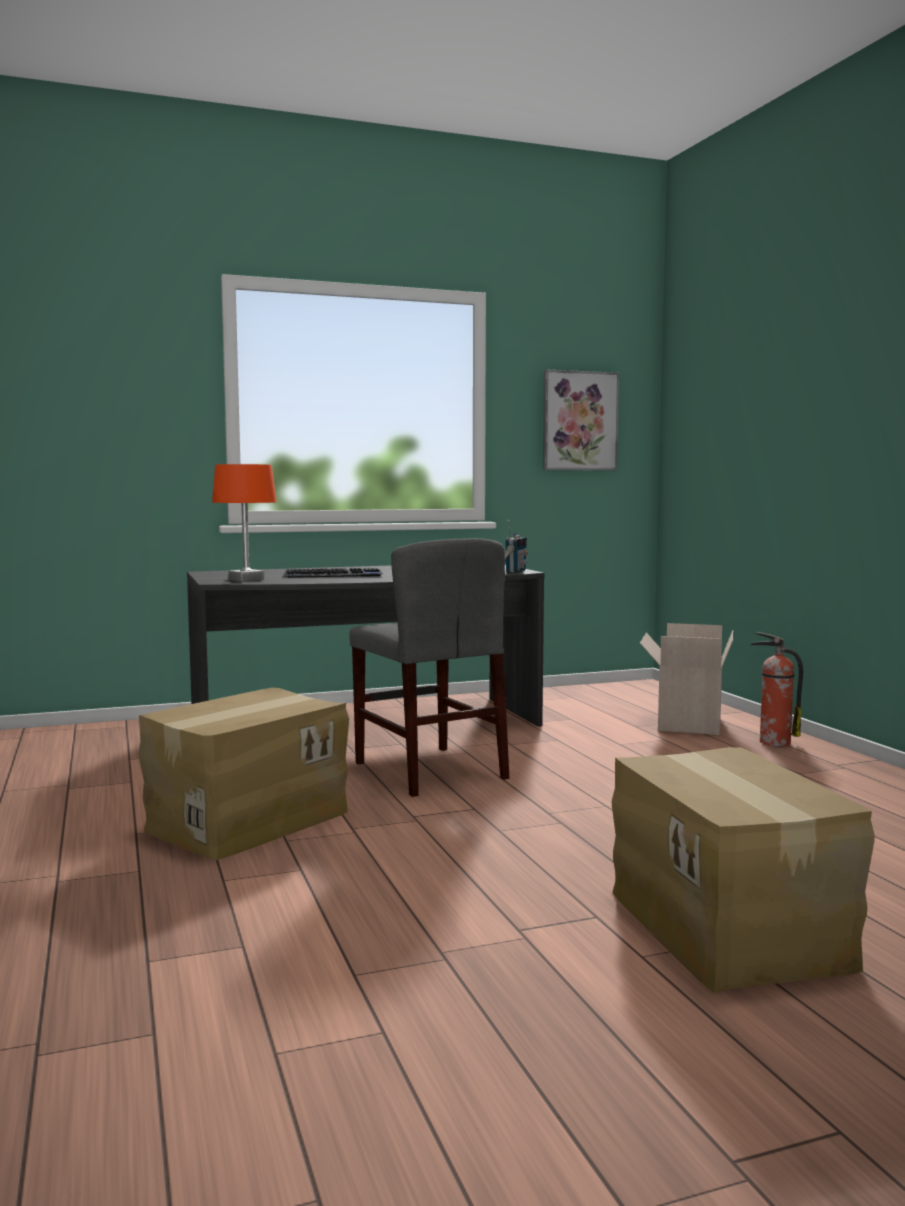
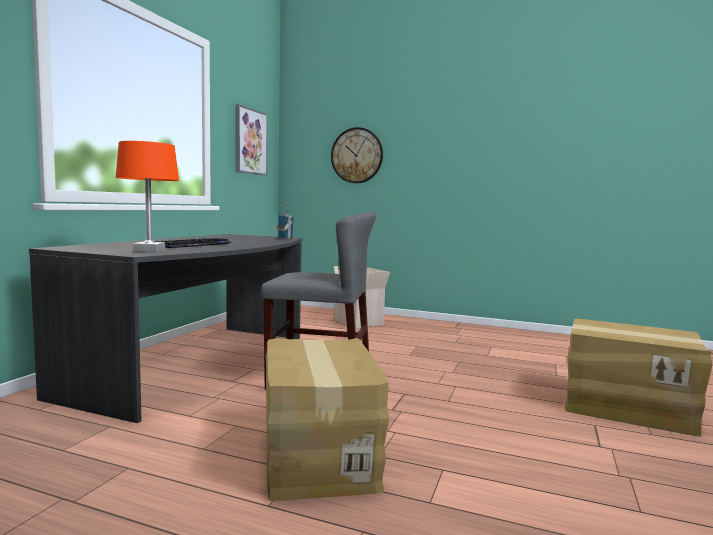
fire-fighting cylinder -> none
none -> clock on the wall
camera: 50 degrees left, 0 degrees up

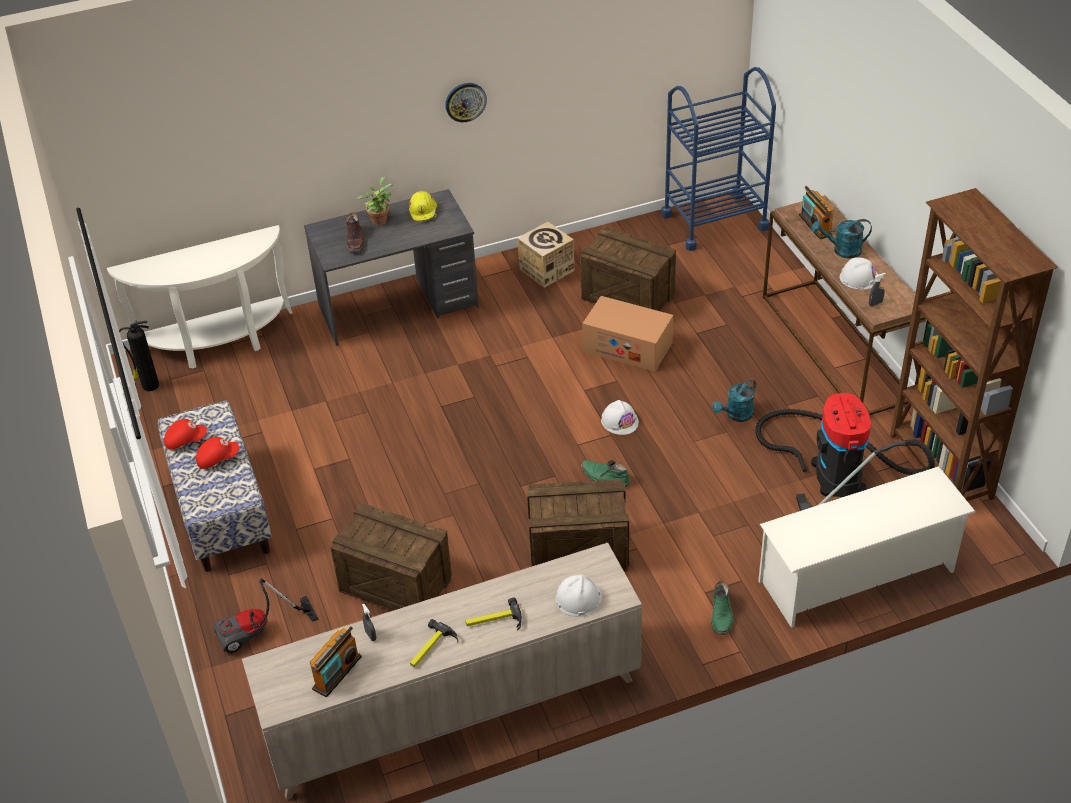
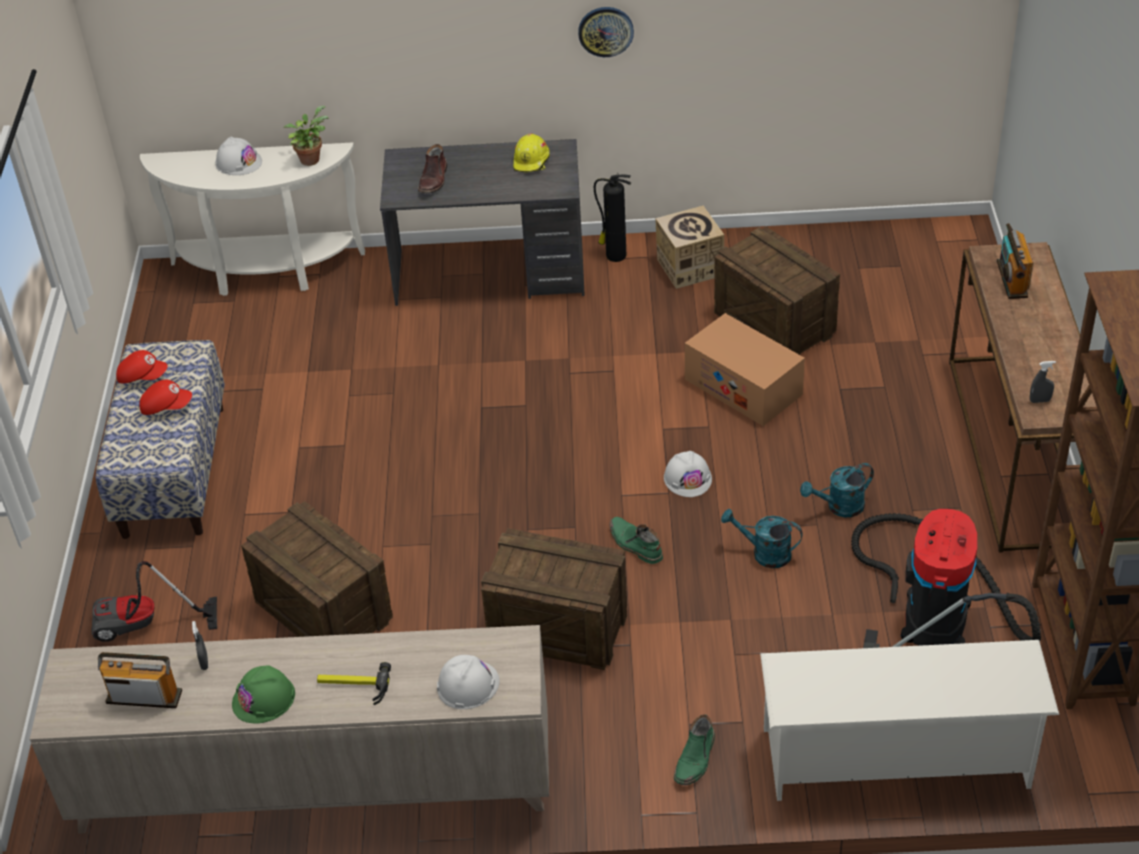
wheeled cart (bluish) -> none
fire-fighting cylinder, move
potted plant, move
watering pot (turquoise-coloured) (2nd from left in the first image) -> watering pot (turquoise-coloured) (1st from left), move
safety helmet (whitish) (3rd from left in the first image) -> safety helmet (whitish) (1st from left), move
hammer (1st from left) -> safety helmet (green-coloured)
radio (1st from left), 135 degrees counterclockwise
camera: 20 degrees right, 0 degrees up

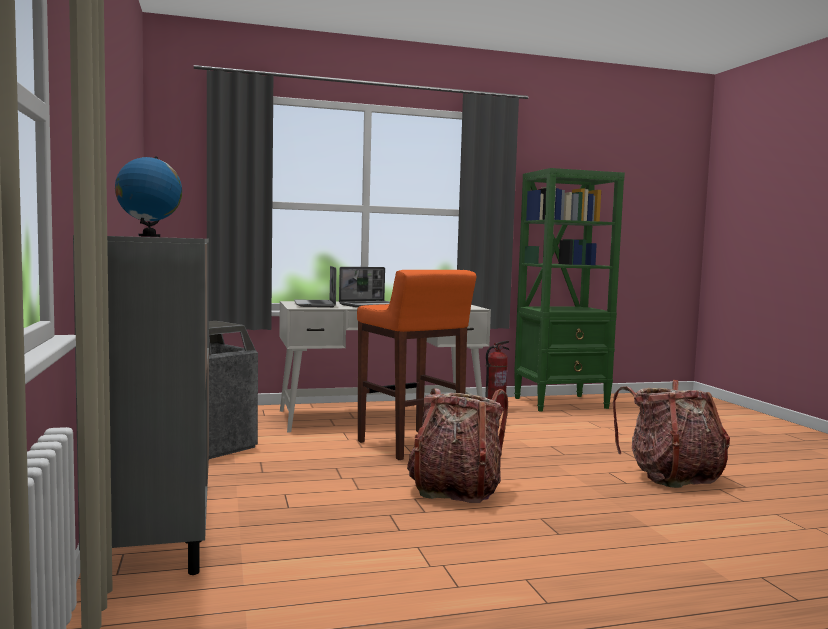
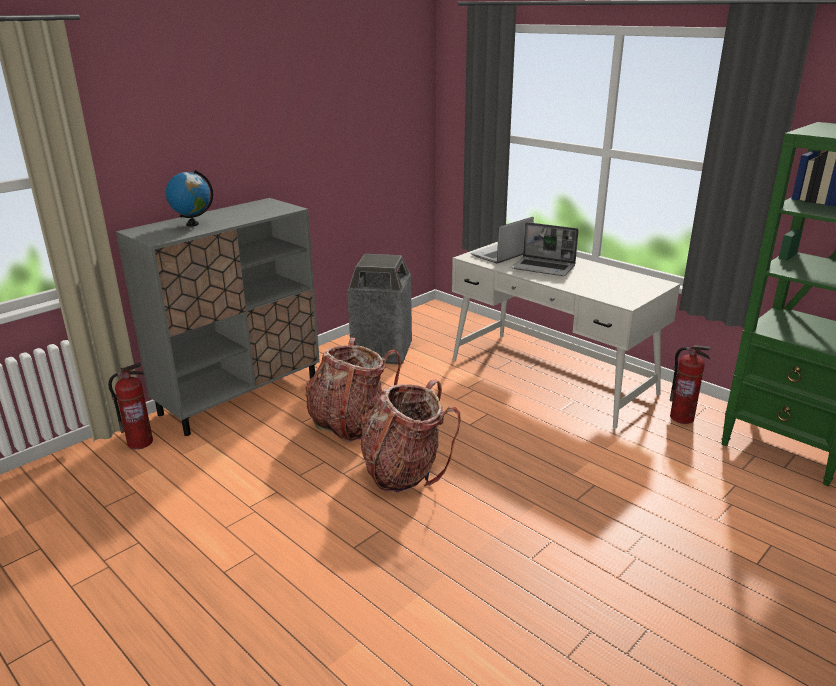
stool (orange) -> none
none -> fire-fighting cylinder (1st from left)
backpack (2nd from left in the first image) -> backpack (1st from left), move
camera: 60 degrees right, 20 degrees up

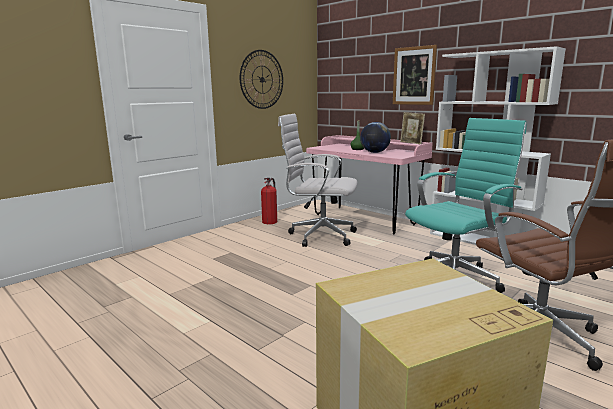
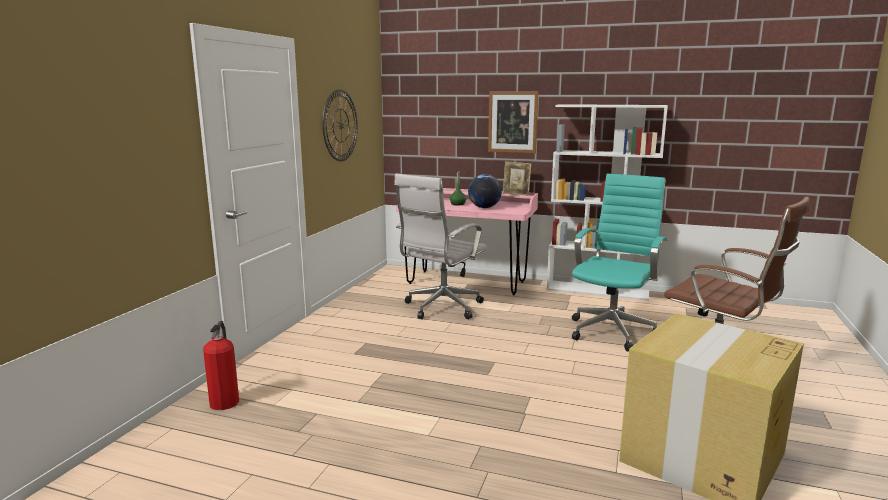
fire-fighting cylinder, move
desk chair (whitish), 45 degrees counterclockwise
camera: 25 degrees left, 0 degrees up

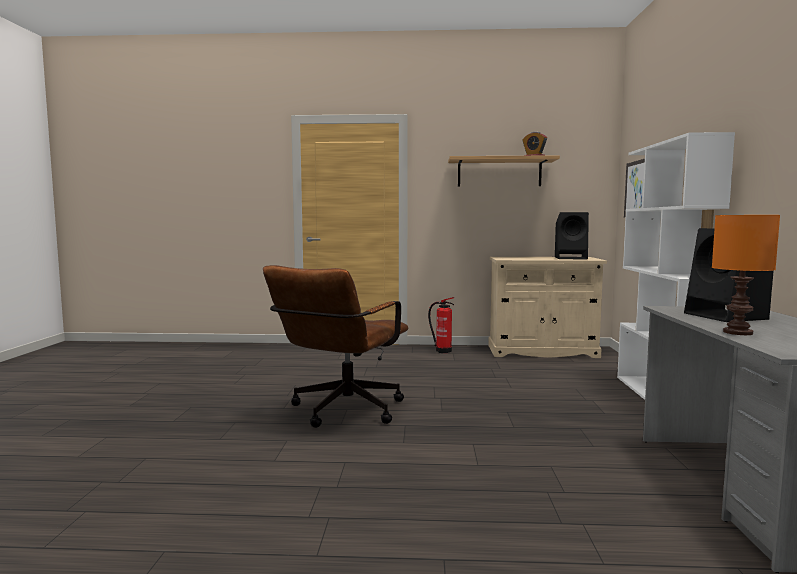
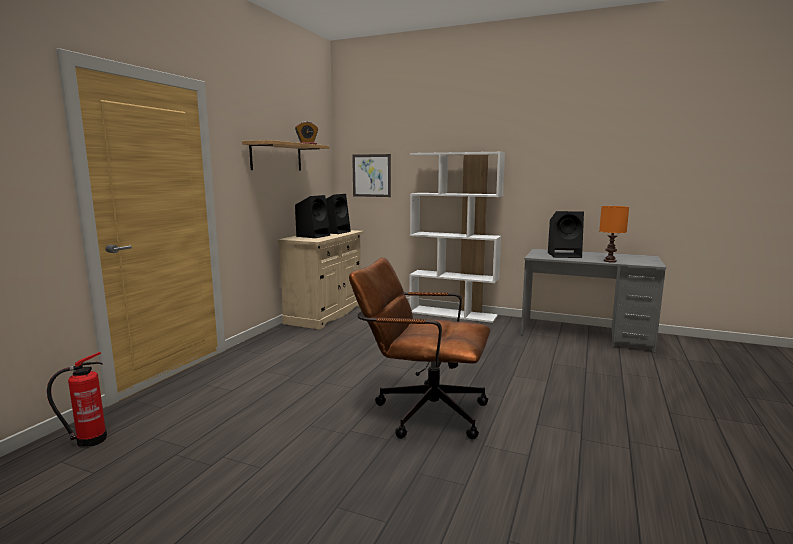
none -> speaker (black) (1st from left)
fire-fighting cylinder, move
desk chair (brown-coloured), 150 degrees clockwise
camera: 70 degrees left, 5 degrees up

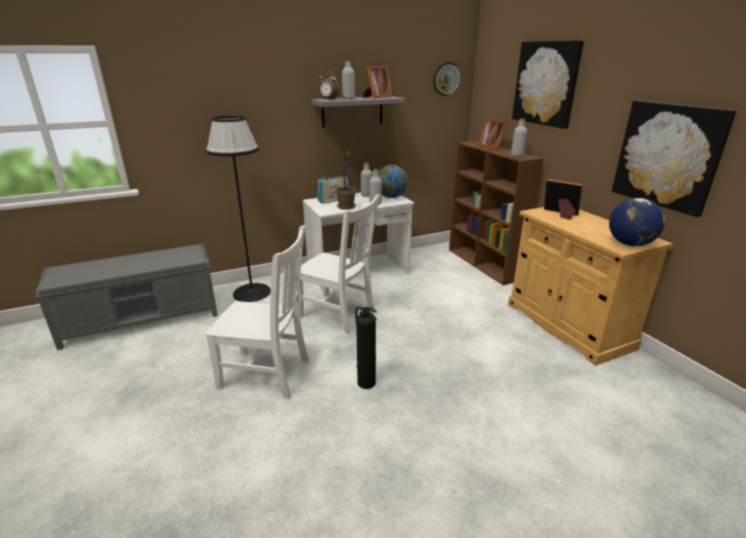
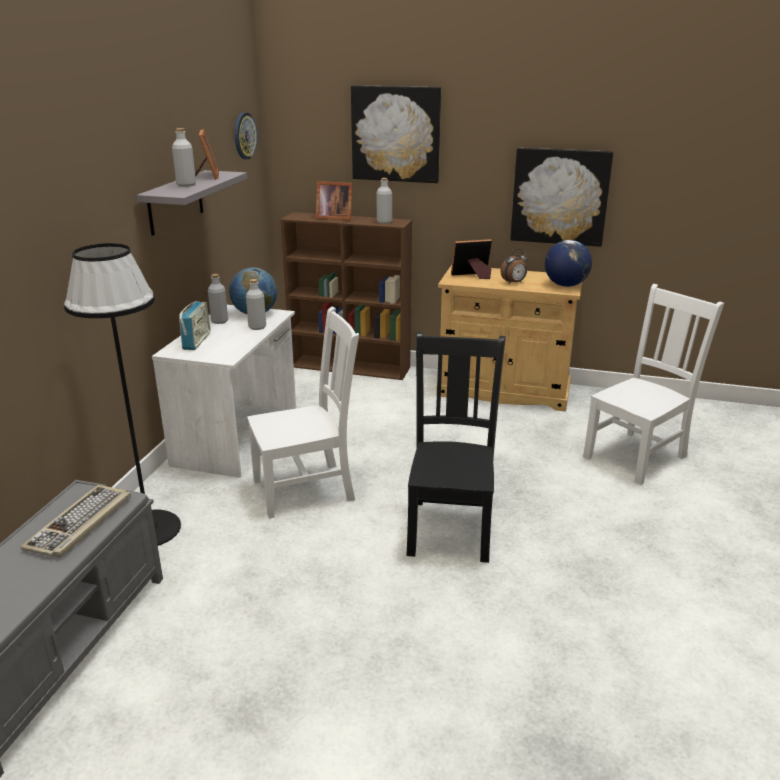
potted plant -> none
none -> keyboard
upright chair (whitish) (1st from left in the first image) -> upright chair (whitish) (2nd from left), move
table clock, move
fire-fighting cylinder -> upright chair (black)
camera: 50 degrees left, 0 degrees up

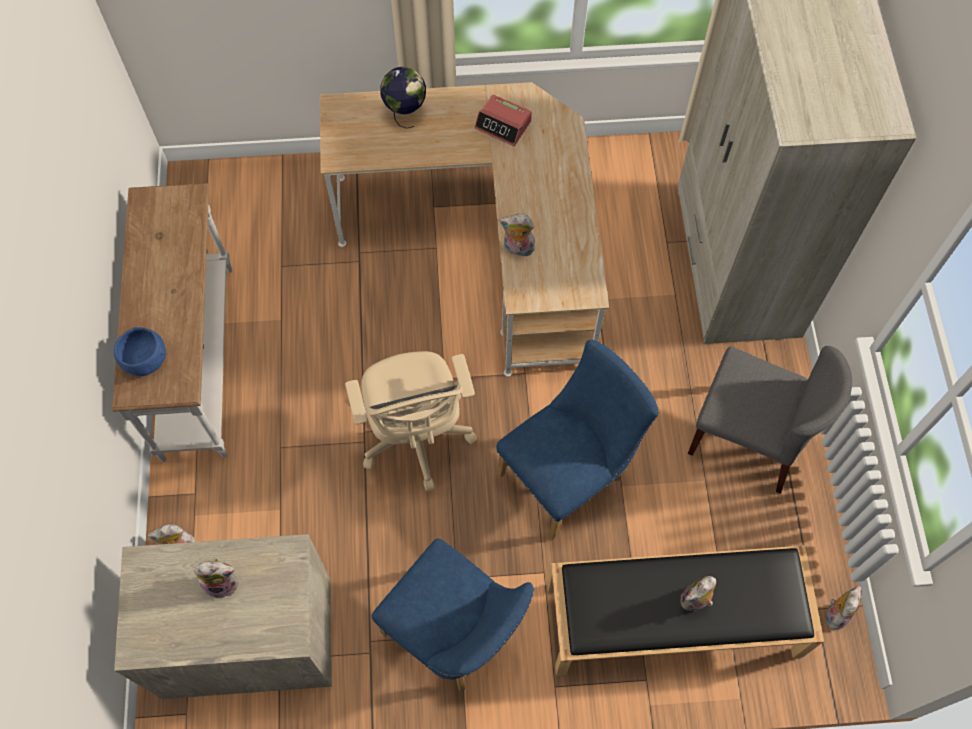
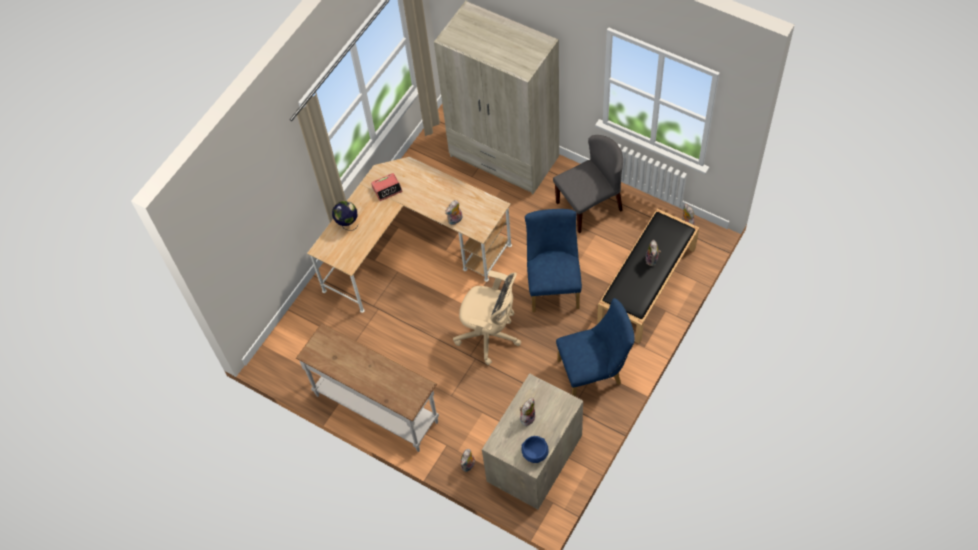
bowl (bluish), move
camera: 50 degrees left, 5 degrees down

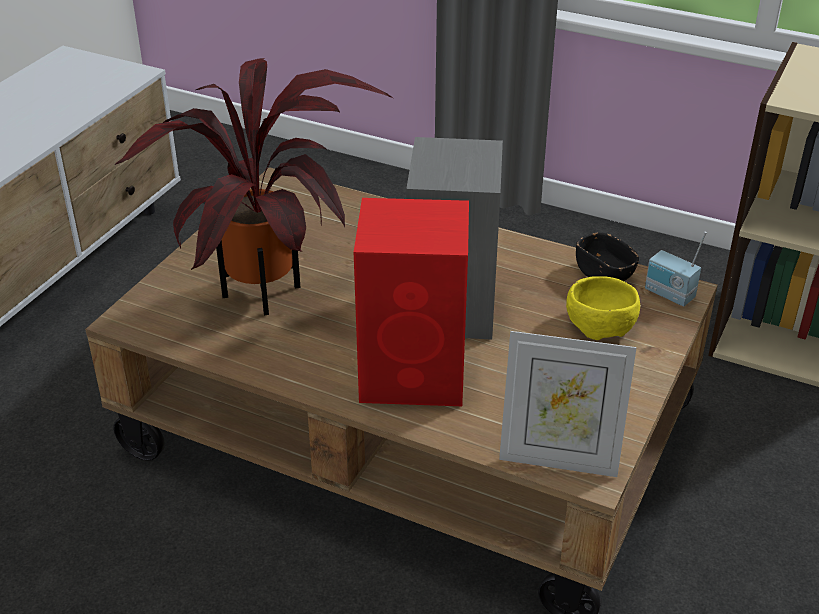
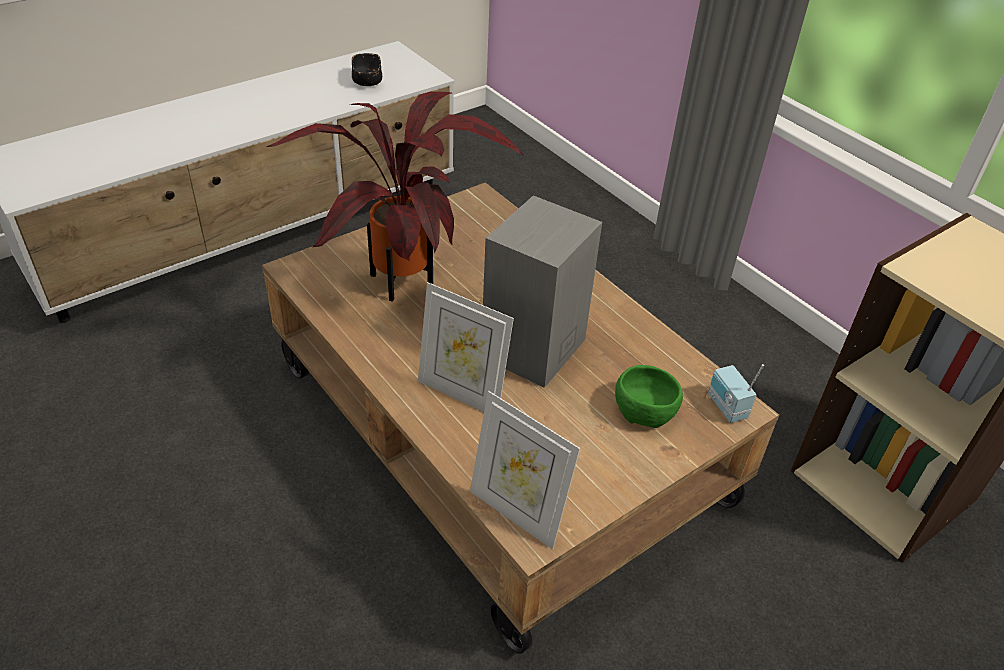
bowl (black), move
speaker (red-coloured) -> photo frame (1st from left)
bowl (yellow-coloured) -> bowl (green-coloured)
camera: 25 degrees right, 5 degrees up

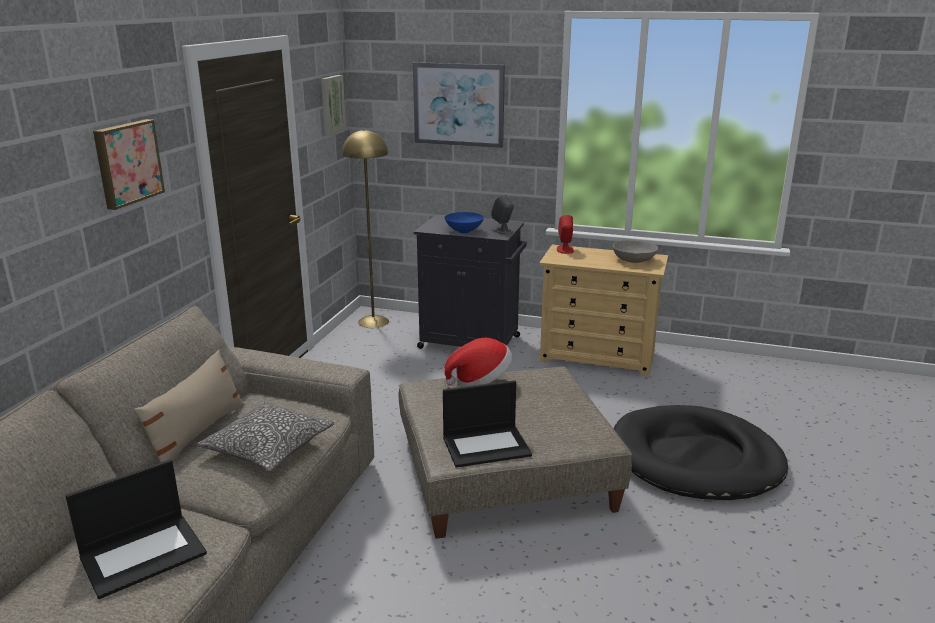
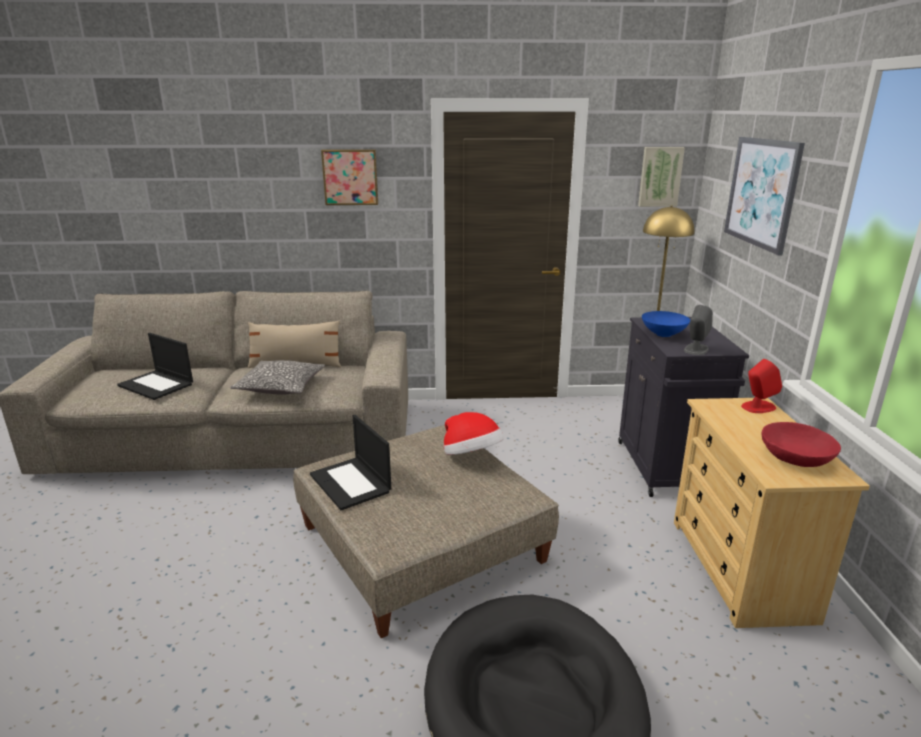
bowl (gray) -> bowl (red-coloured)
camera: 70 degrees right, 0 degrees up

